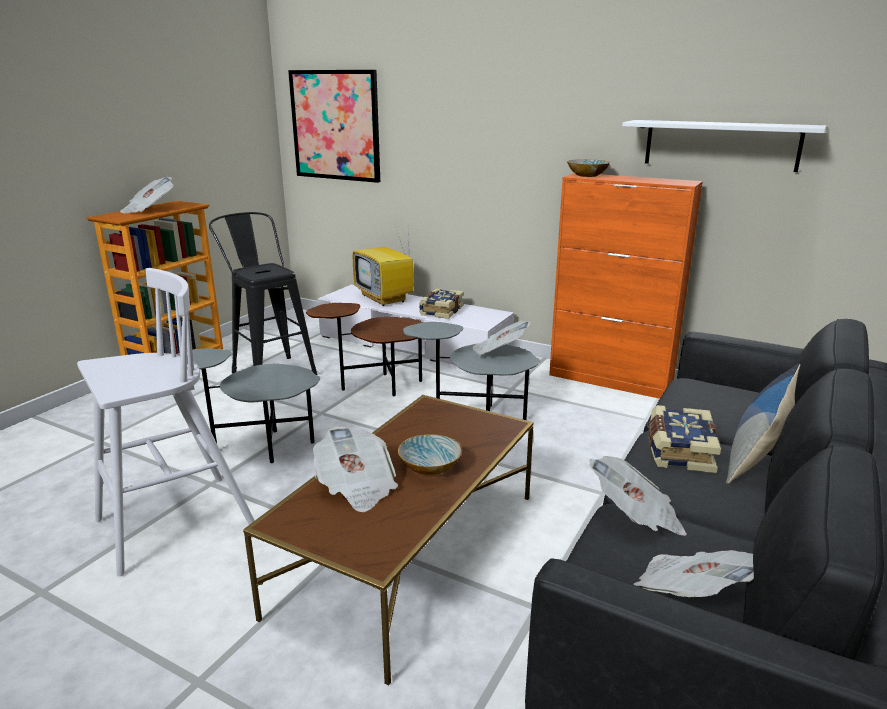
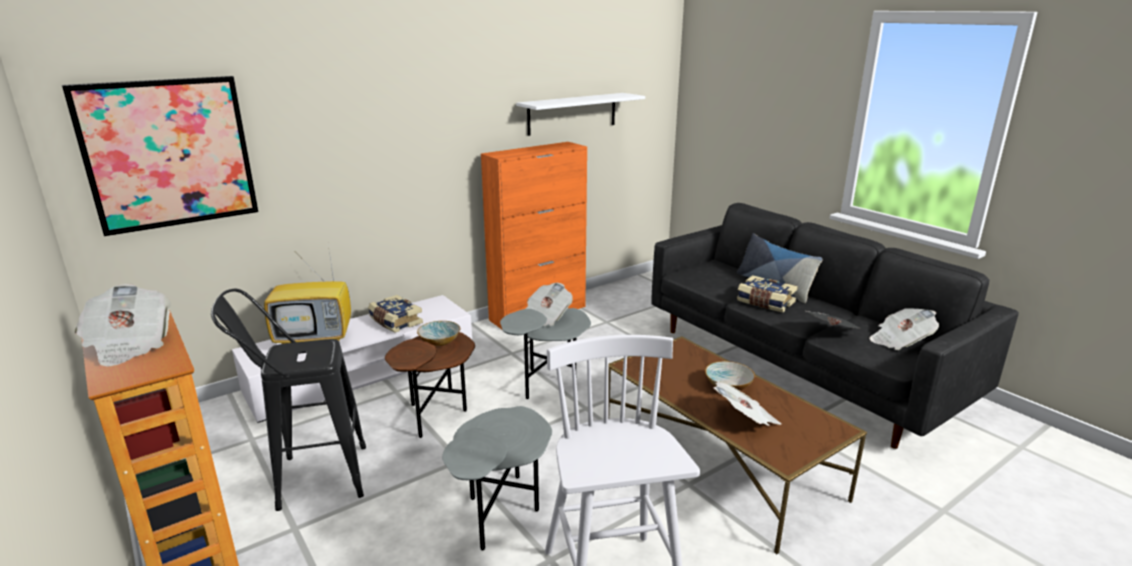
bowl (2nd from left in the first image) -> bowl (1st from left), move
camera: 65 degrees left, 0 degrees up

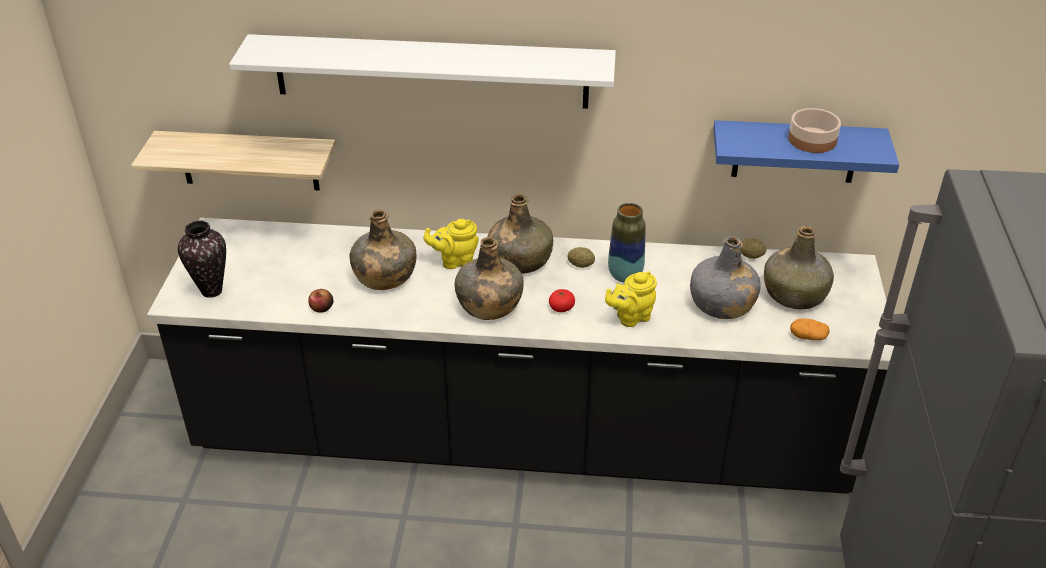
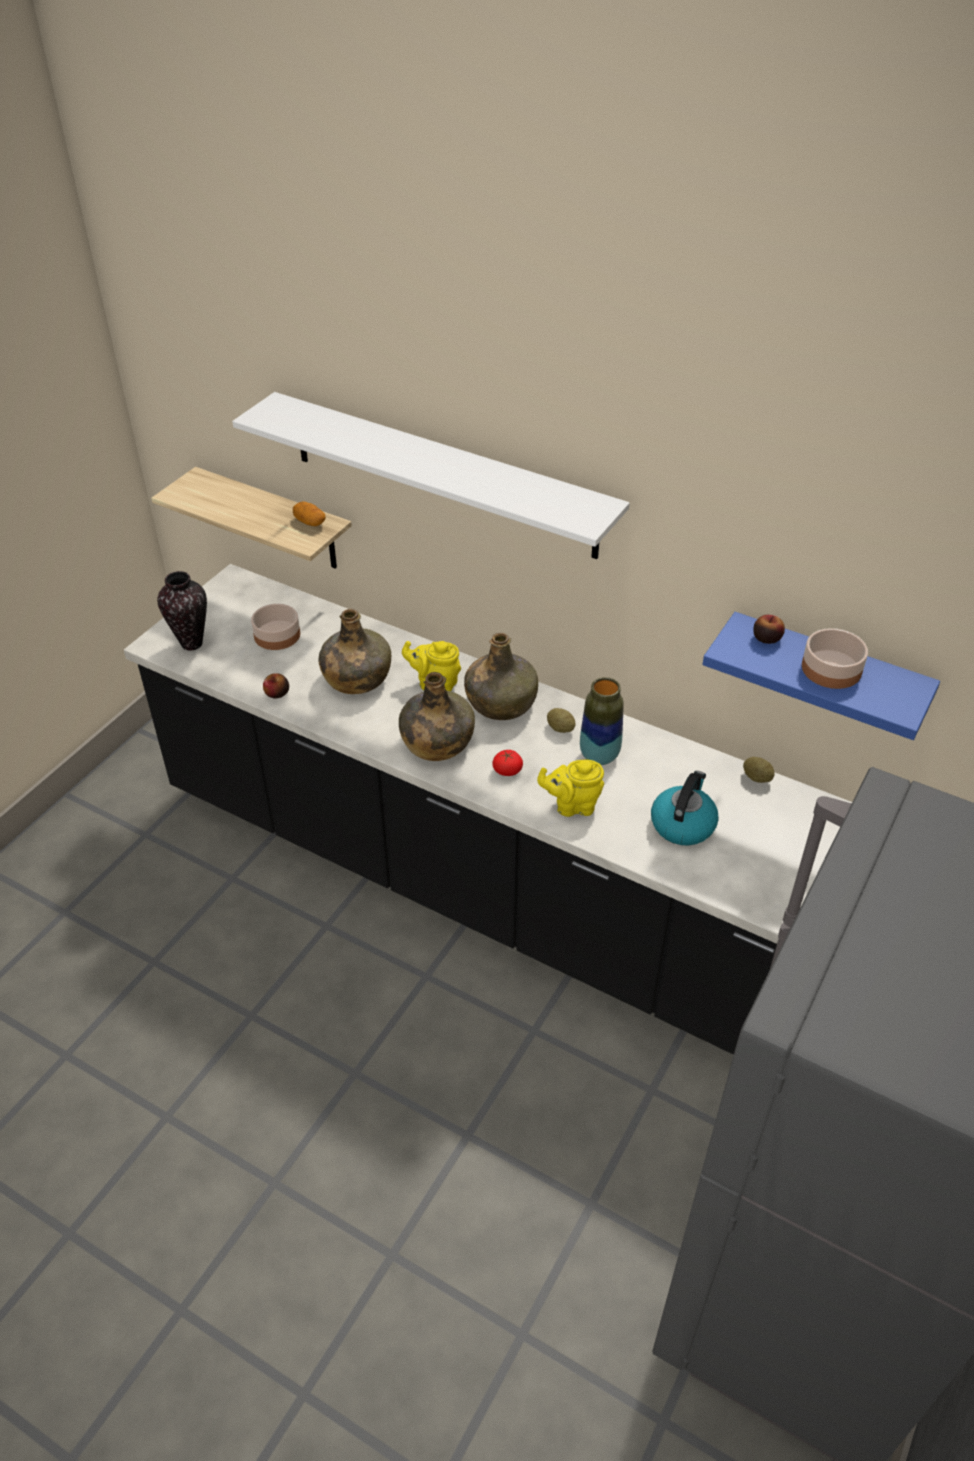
drink bottle (green-coloured) (4th from left) -> none
none -> bowl (1st from left)
none -> apple (2nd from left)
spud (3rd from left in the first image) -> spud (1st from left), move
drink bottle (gray) -> kettle
camera: 25 degrees right, 5 degrees up

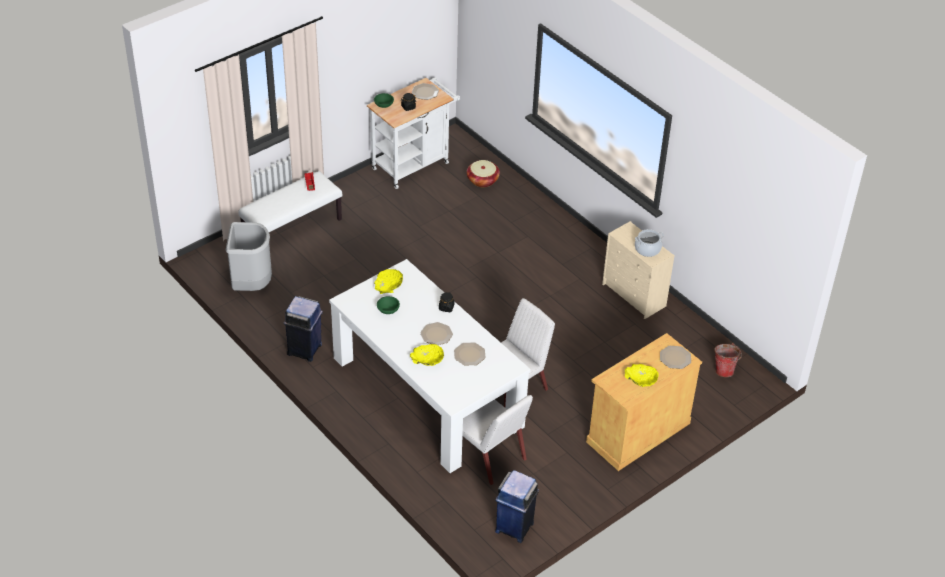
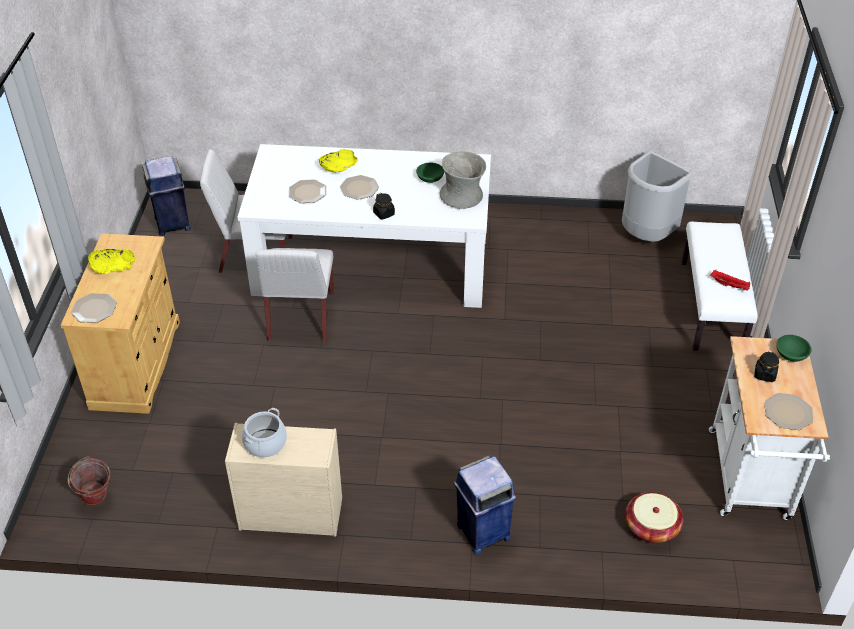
trash can (bluish) (1st from left in the first image) -> trash can (bluish) (2nd from left), move
bowl (yellow-coloured) (1st from left) -> decorative vase (gray)
camera: 135 degrees right, 0 degrees up

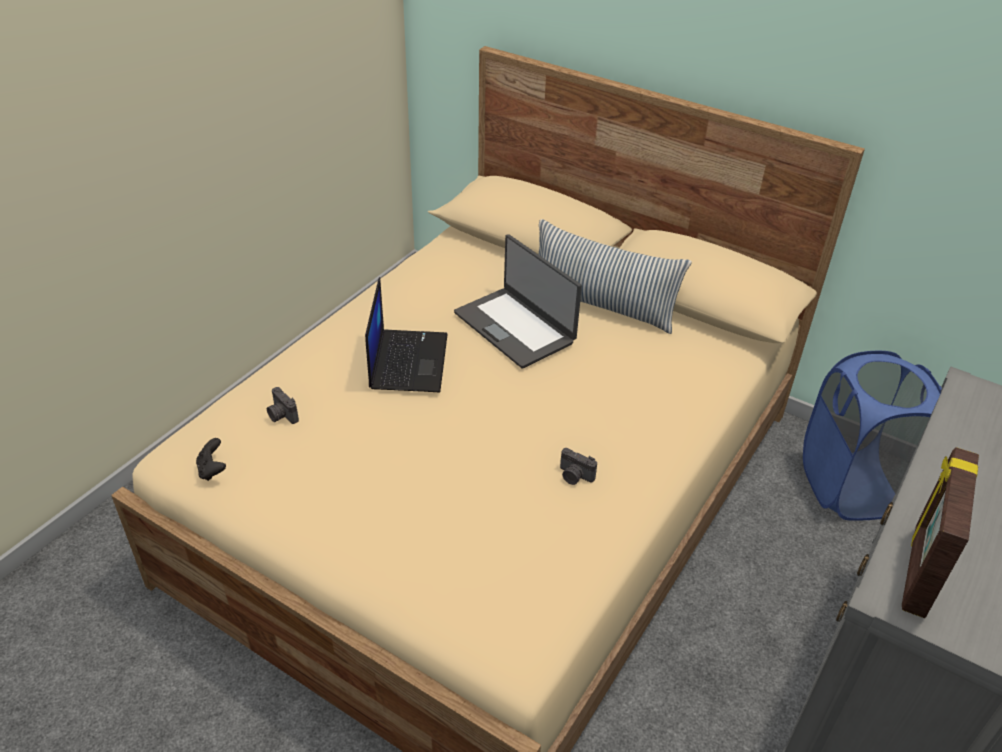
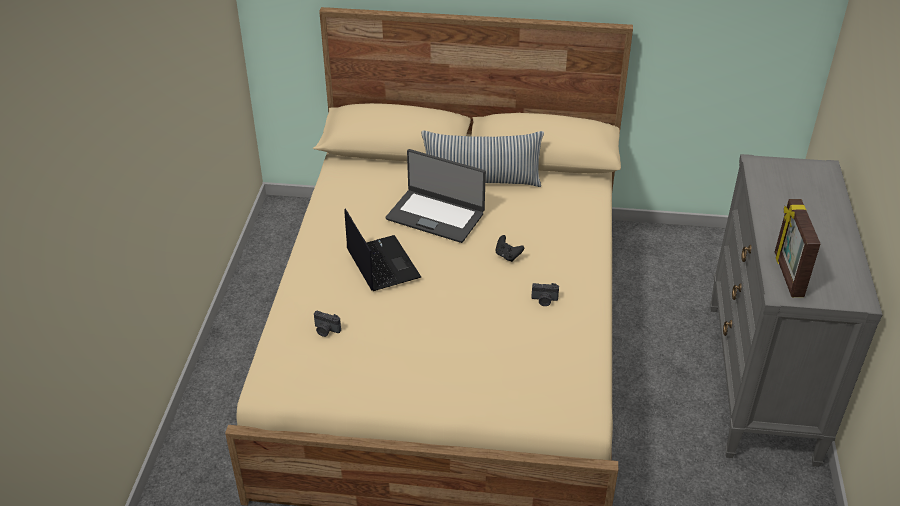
laundry basket (bluish) -> none
gamepad (black), move
camera: 25 degrees left, 0 degrees up

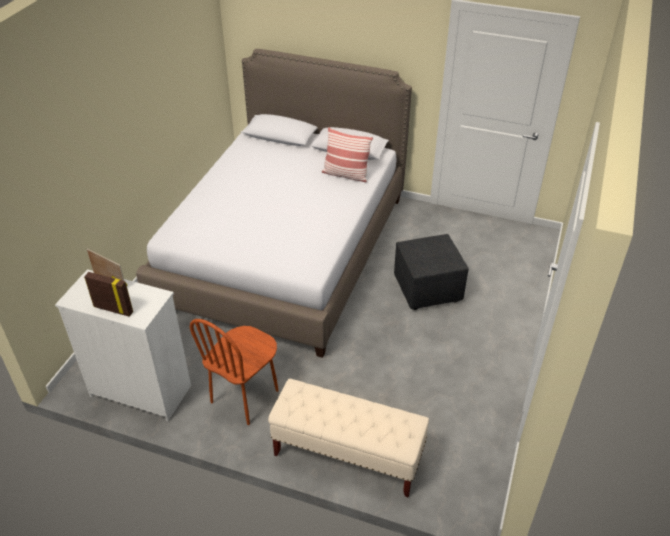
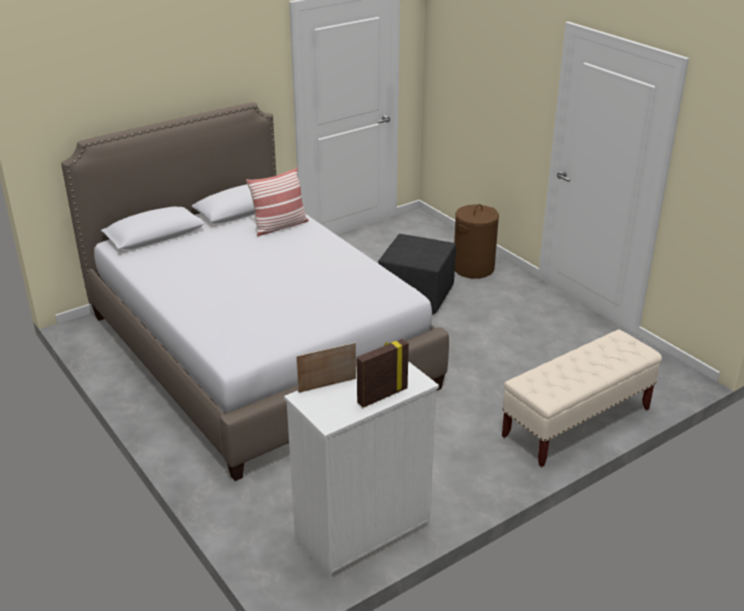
upright chair (brown-coloured) -> none
none -> laundry basket (brown-coloured)
camera: 55 degrees left, 10 degrees down

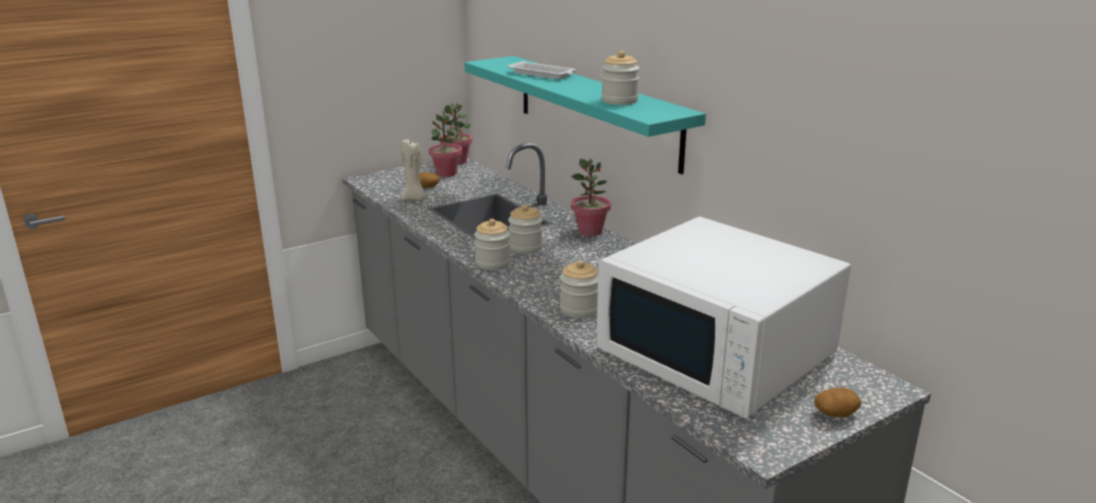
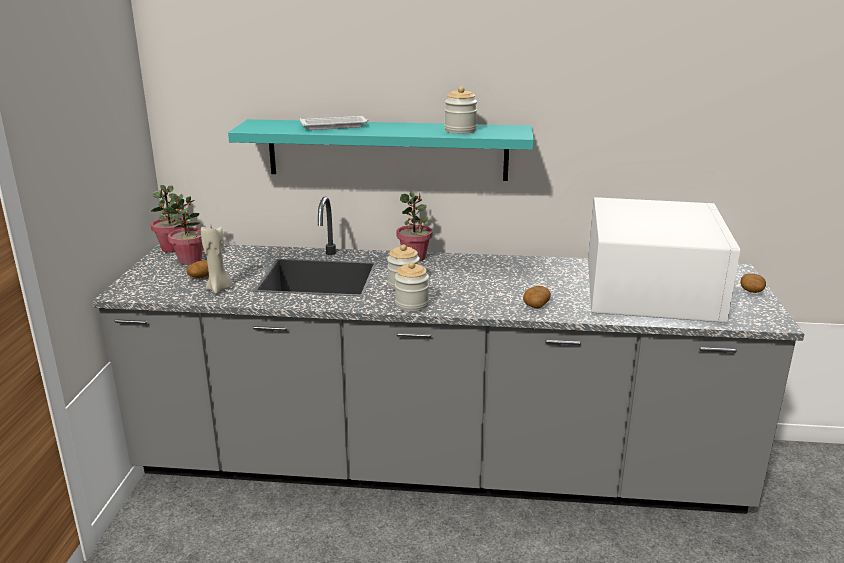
jar (3rd from left) -> spud (2nd from left)
microwave (whitish), 75 degrees counterclockwise
camera: 50 degrees left, 0 degrees up

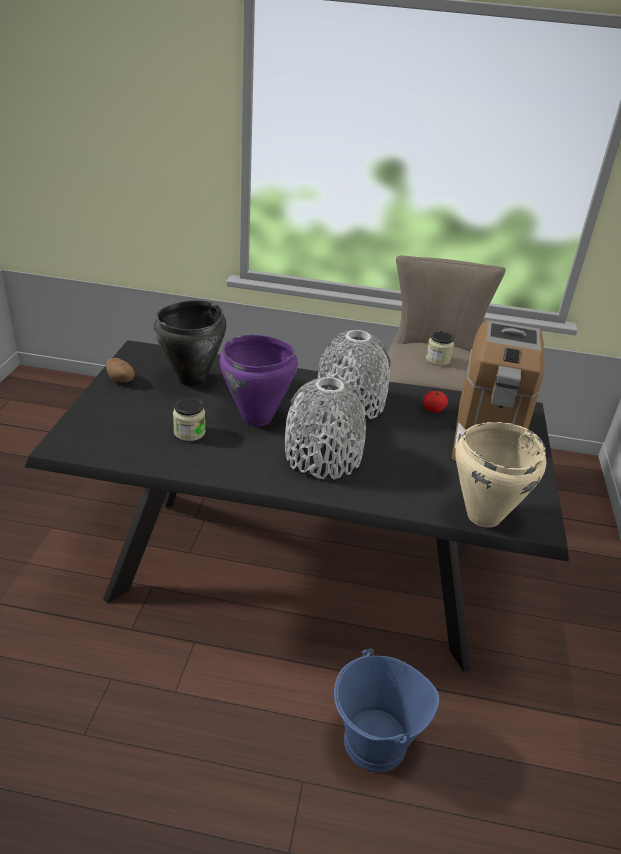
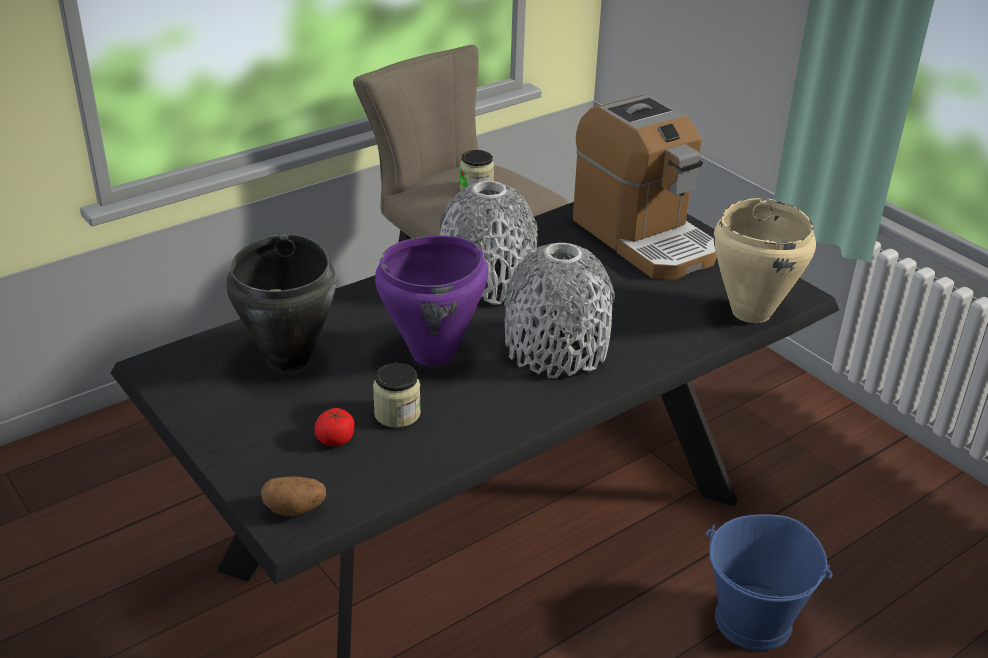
spud, move
tomato, move
camera: 45 degrees left, 0 degrees up

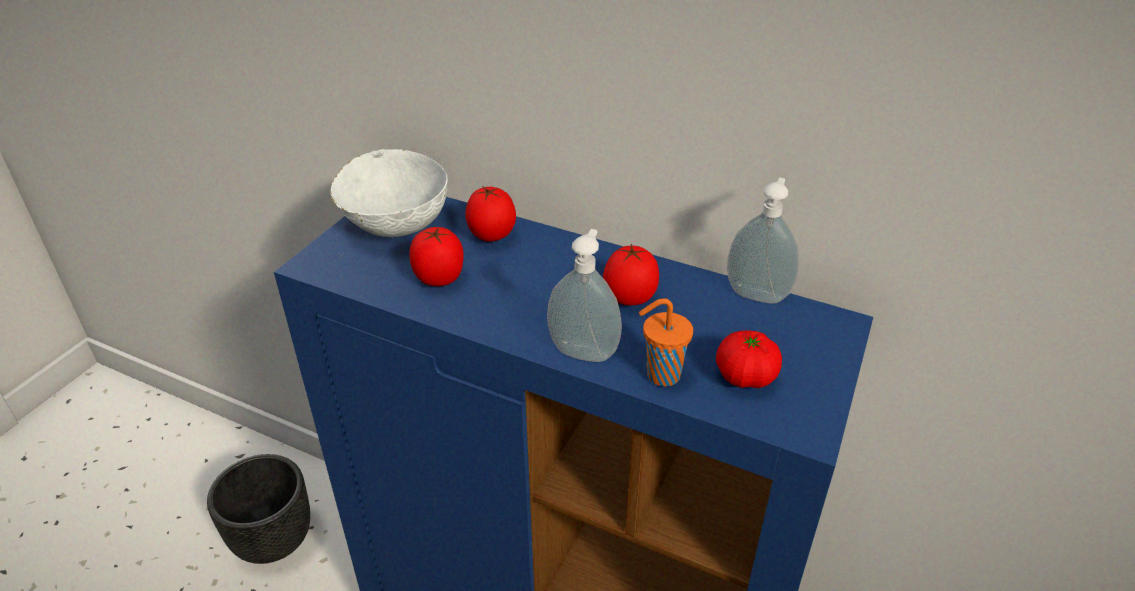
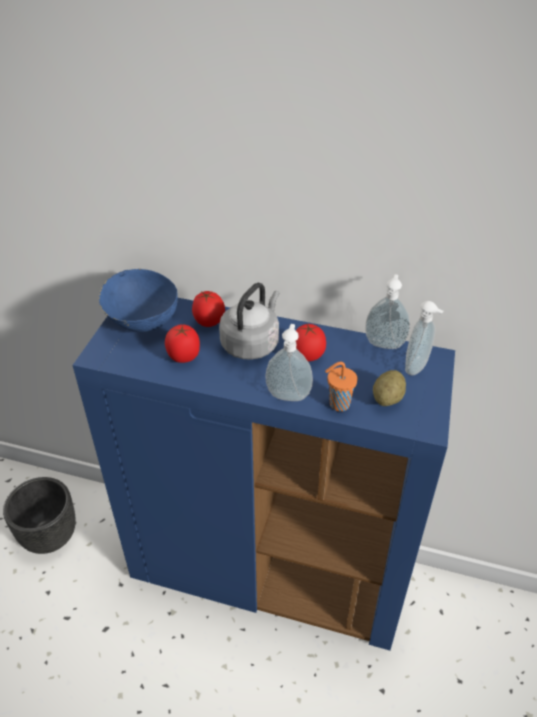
none -> kettle (gray)
none -> soap bottle (3rd from left)
tomato (4th from left) -> spud
bowl (whitish) -> bowl (bluish)
camera: 10 degrees left, 5 degrees up

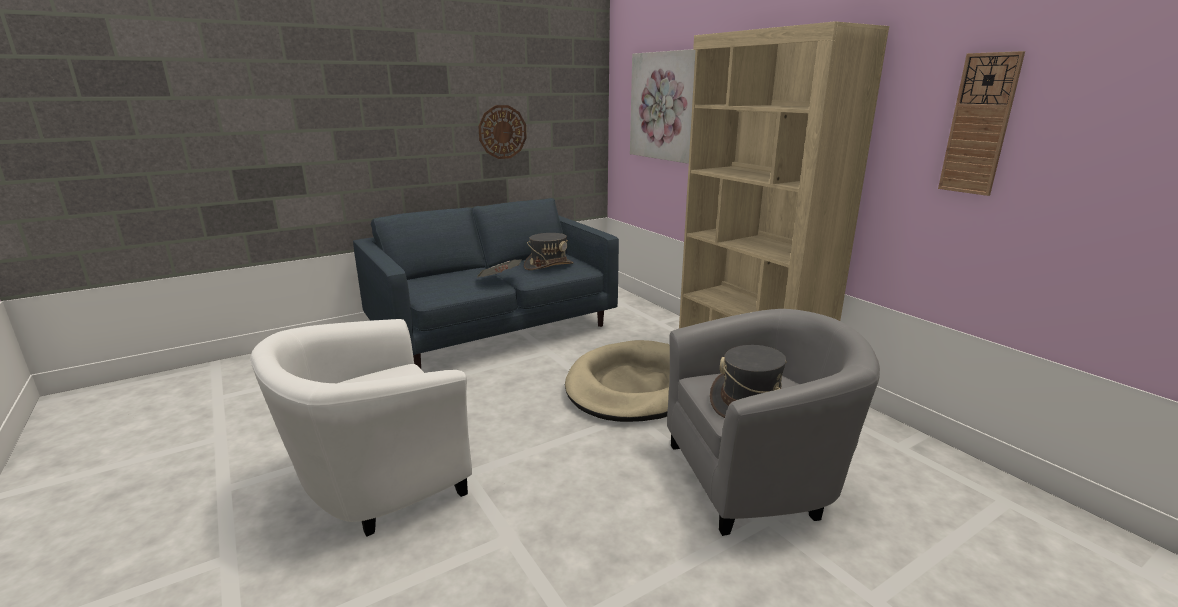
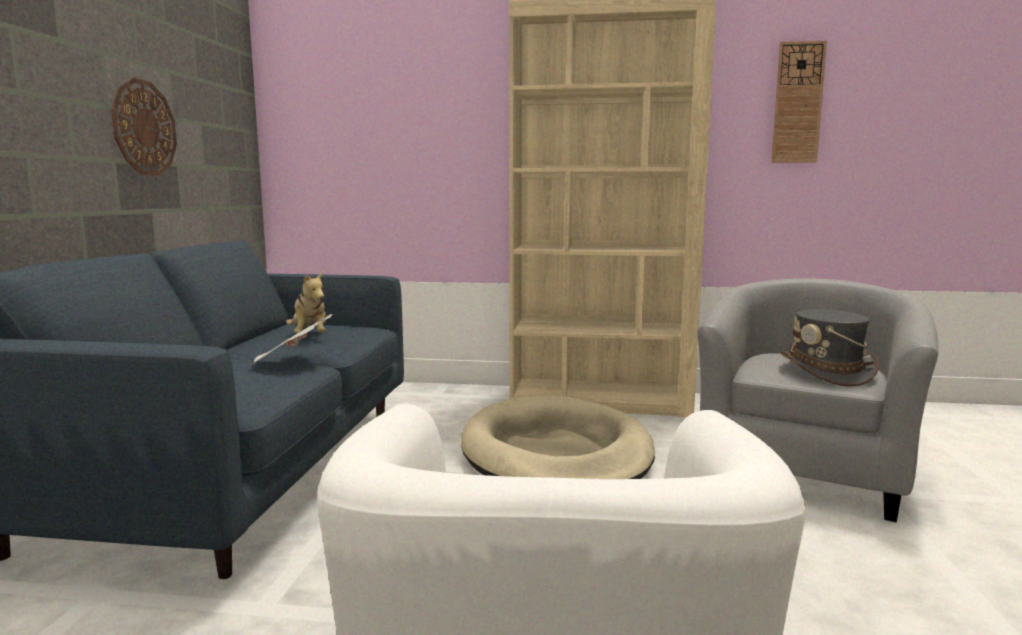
wall picture -> none
wearable hat (gray) (1st from left) -> soft toy
camera: 50 degrees left, 10 degrees down

